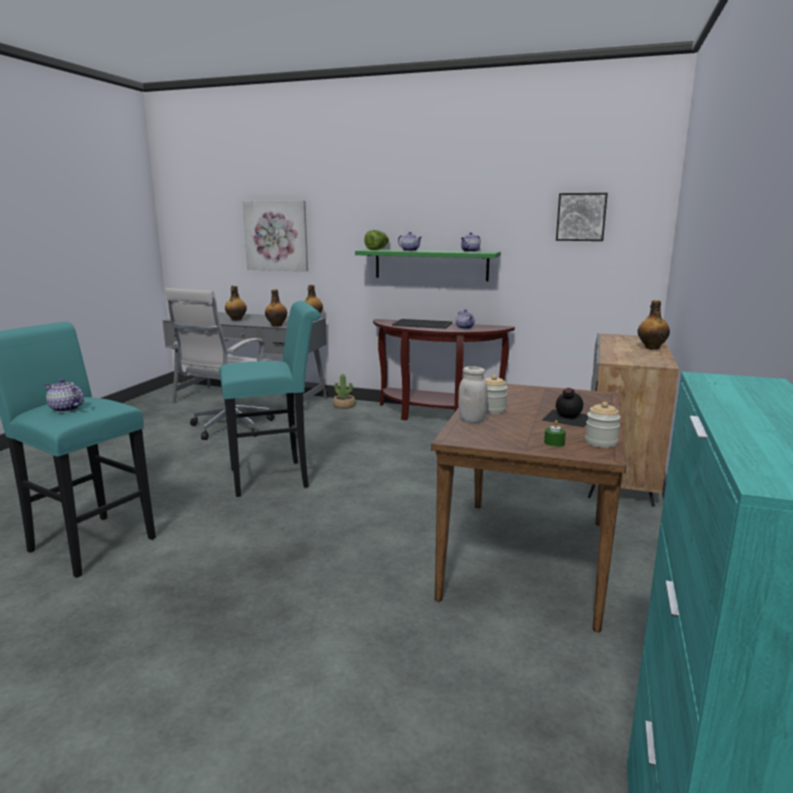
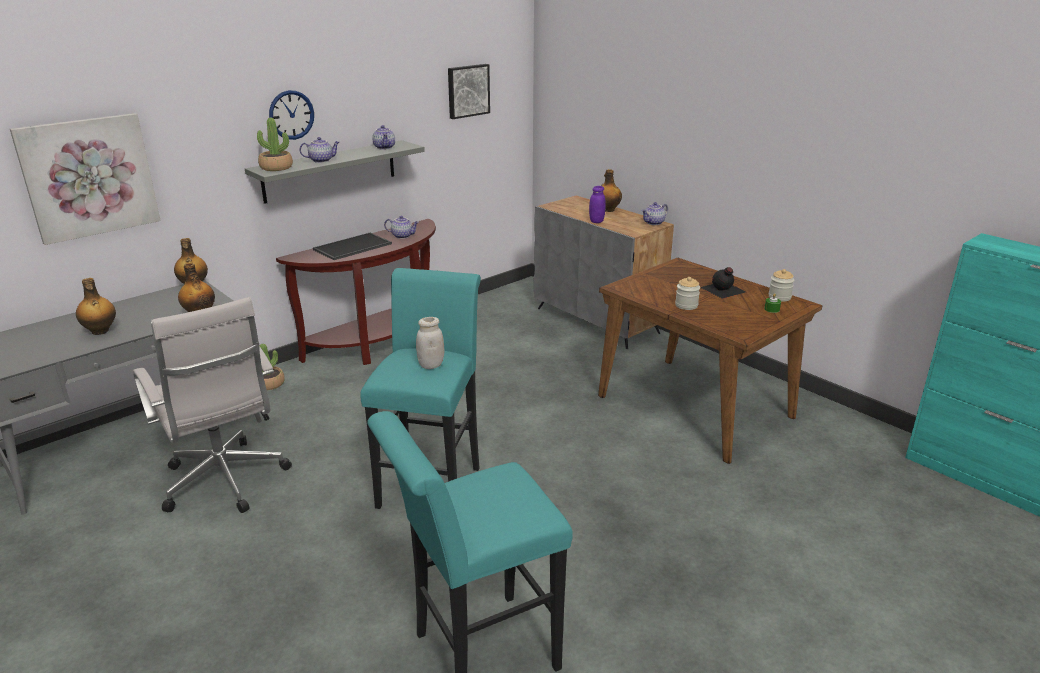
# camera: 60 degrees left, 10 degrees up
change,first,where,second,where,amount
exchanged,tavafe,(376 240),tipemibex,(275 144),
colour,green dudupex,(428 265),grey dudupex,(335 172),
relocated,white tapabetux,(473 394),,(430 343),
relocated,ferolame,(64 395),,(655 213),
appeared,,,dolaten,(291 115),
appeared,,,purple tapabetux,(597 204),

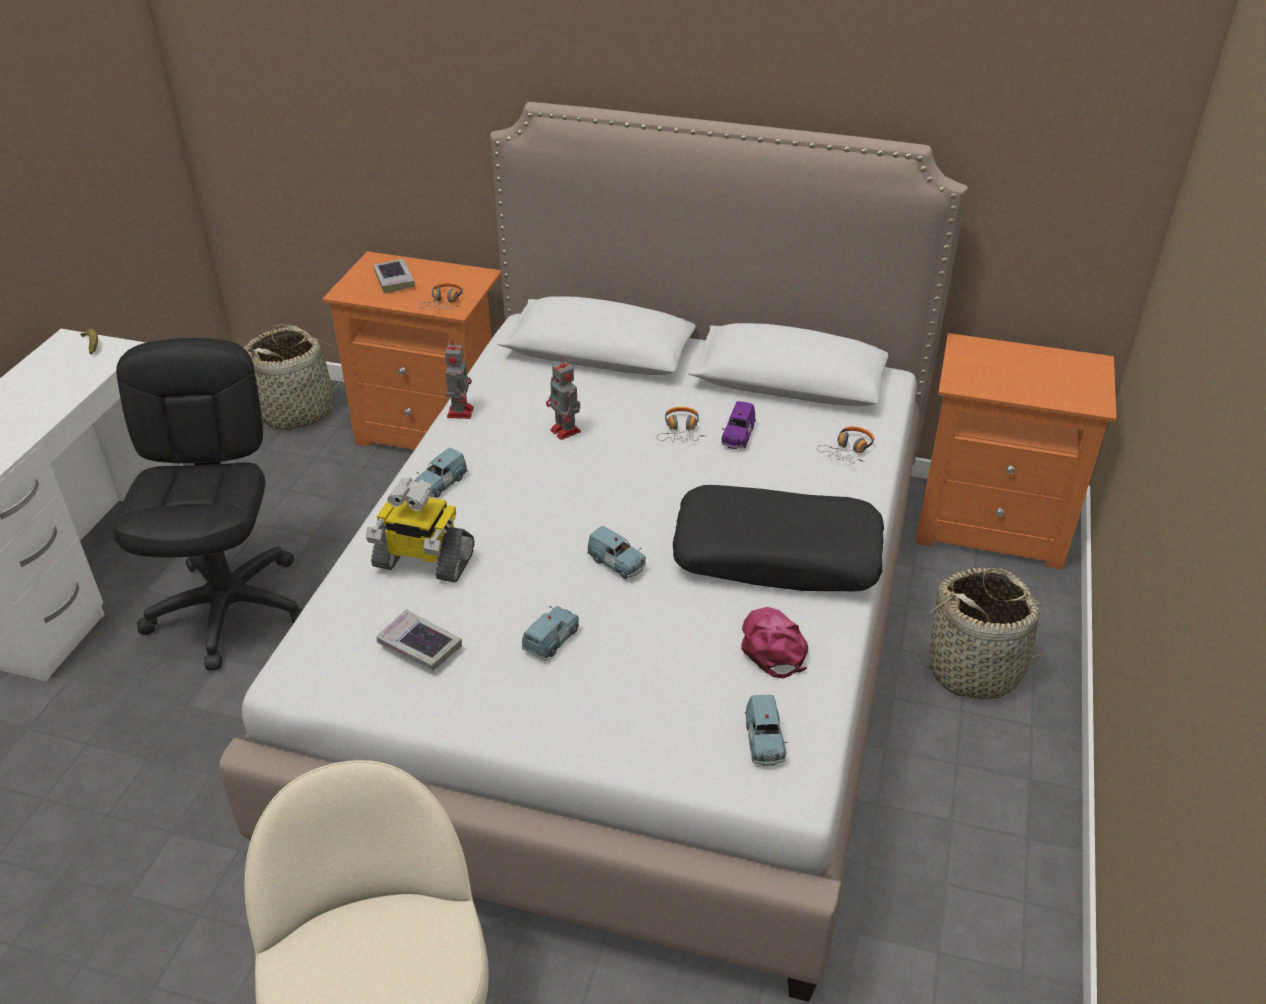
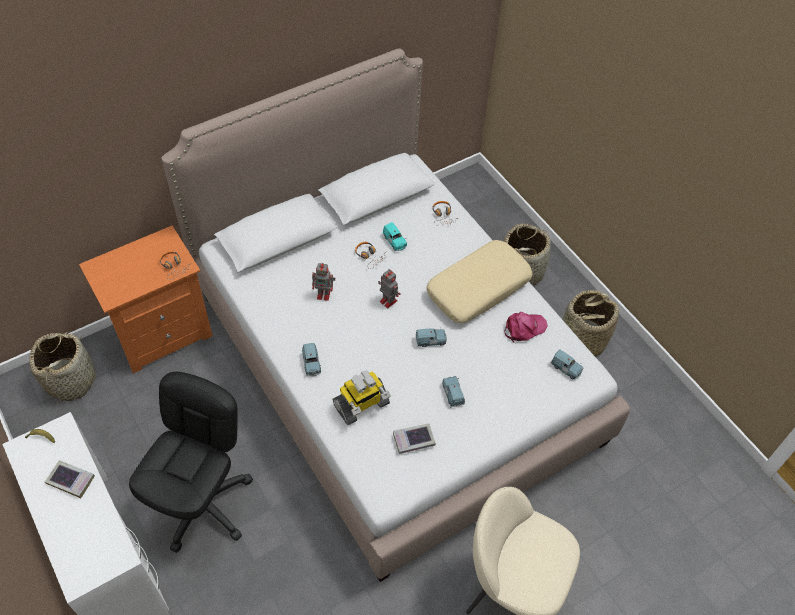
# camera: 50 degrees left, 15 degrees up
change,first,where,second,where,amount
relocated,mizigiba,(394 276),,(70 479),
missing,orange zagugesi,(1016 451),,,
spun,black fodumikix,(208 504),,(191 462),75 degrees clockwise
relocated,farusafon,(459 379),,(389 288),
colour,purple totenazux,(738 425),turquoise totenazux,(395 236),
colour,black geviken,(778 538),beige geviken,(479 281),
spun,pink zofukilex,(774 643),,(526 327),120 degrees clockwise
appeared,,,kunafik,(590 323),

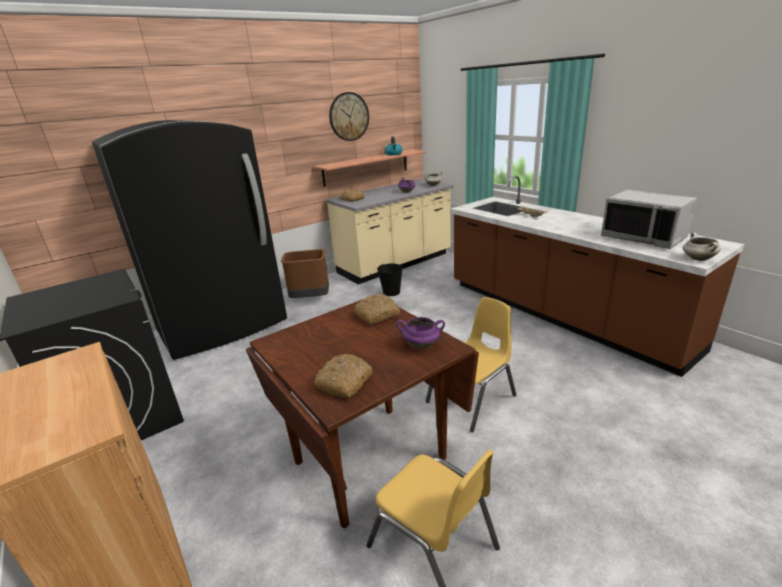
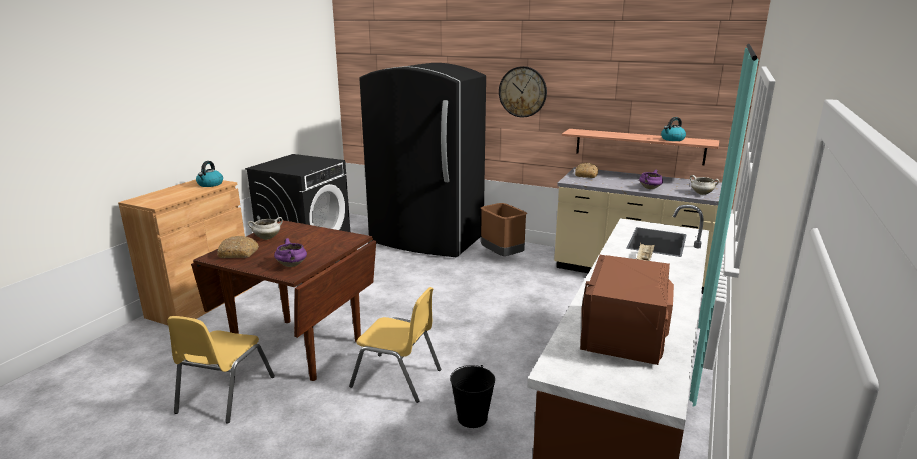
# camera: 60 degrees right, 5 degrees down
change,first,where,second,where,amount
relocated,dolaten,(349 116),,(523 91),
colour,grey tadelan,(649 219),brown tadelan,(627 310),
relocated,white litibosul,(702 247),,(265 228),
relocated,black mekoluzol,(390 280),,(472 396),
missing,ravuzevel,(377 309),,,
appeared,,,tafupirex,(209 174),

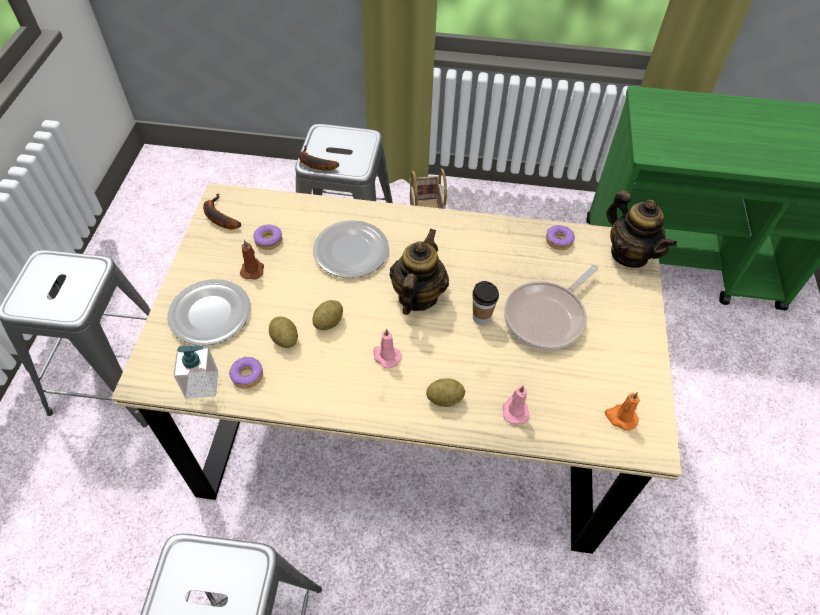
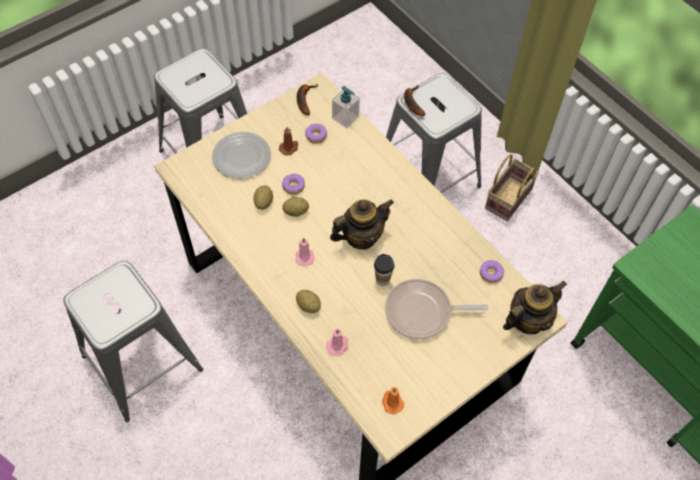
# camera: 45 degrees right, 5 degrees up
change,first,where,second,where,amount
spun,ferolame,(642 229),,(535 307),135 degrees counterclockwise
missing,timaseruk,(351 249),,,
relocated,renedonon,(195 372),,(346 107),
relocated,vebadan,(246 372),,(293 184),

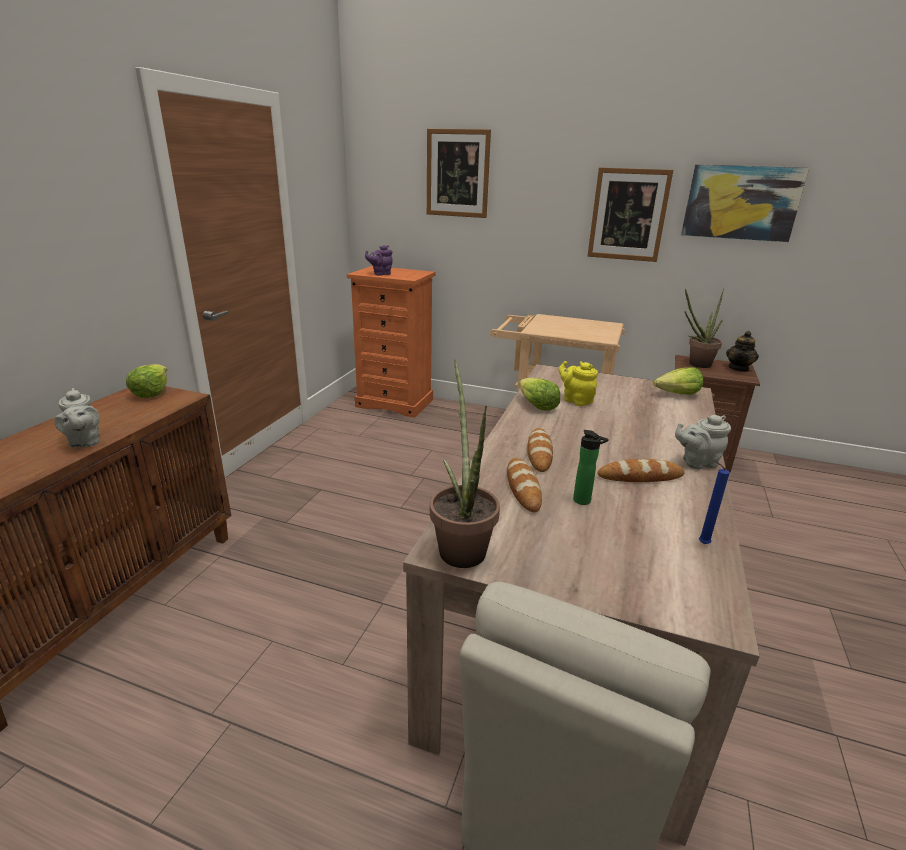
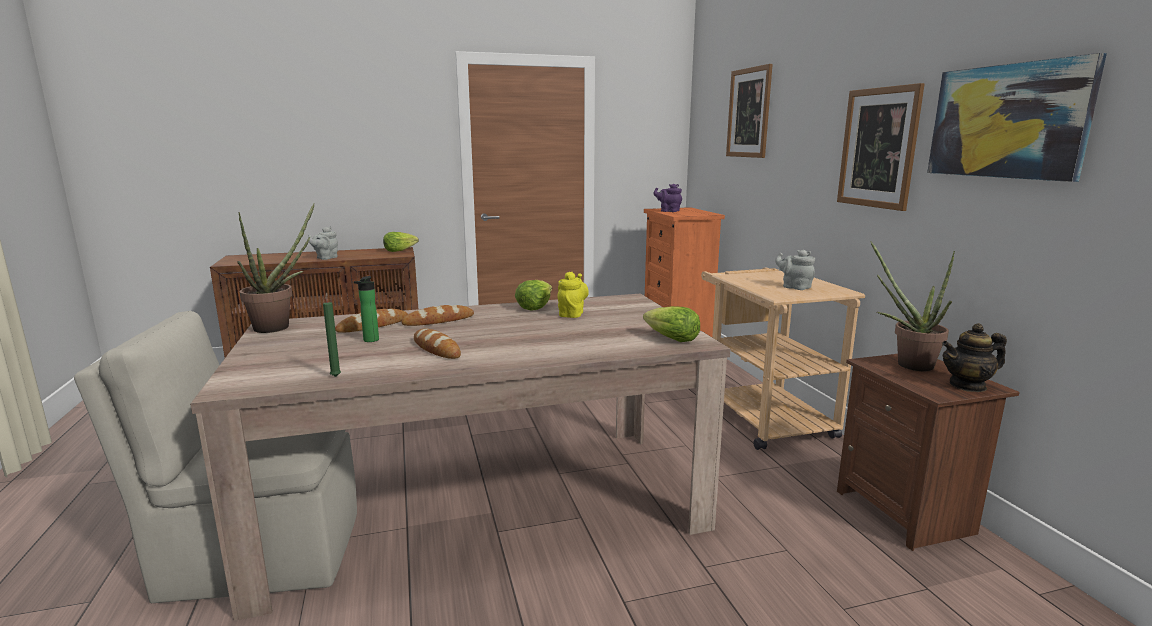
# camera: 55 degrees right, 10 degrees down
change,first,where,second,where,amount
relocated,grey ferolame,(703 442),,(795 270),
colour,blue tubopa,(714 502),green tubopa,(332 335),

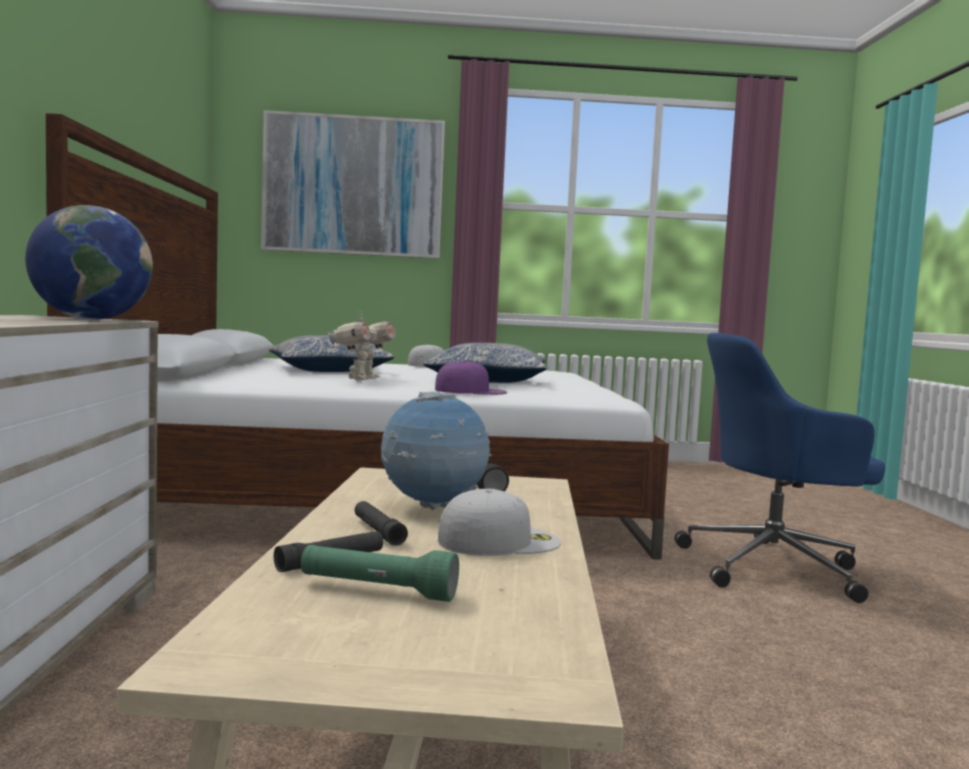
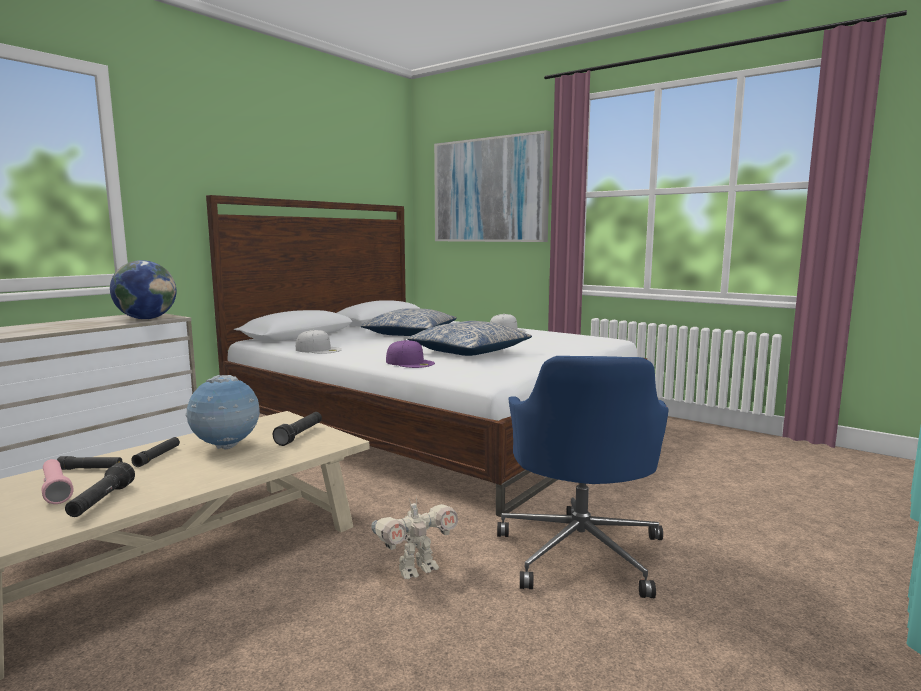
# camera: 40 degrees right, 5 degrees up
change,first,where,second,where,amount
relocated,farusafon,(362 345),,(415 538),
spun,blue fodumikix,(779 468),,(583 477),120 degrees counterclockwise
relocated,white zofukilex,(499 522),,(319 342),
colour,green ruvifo,(380 573),pink ruvifo,(58 481),
appeared,,,black ruvifo,(100 489),

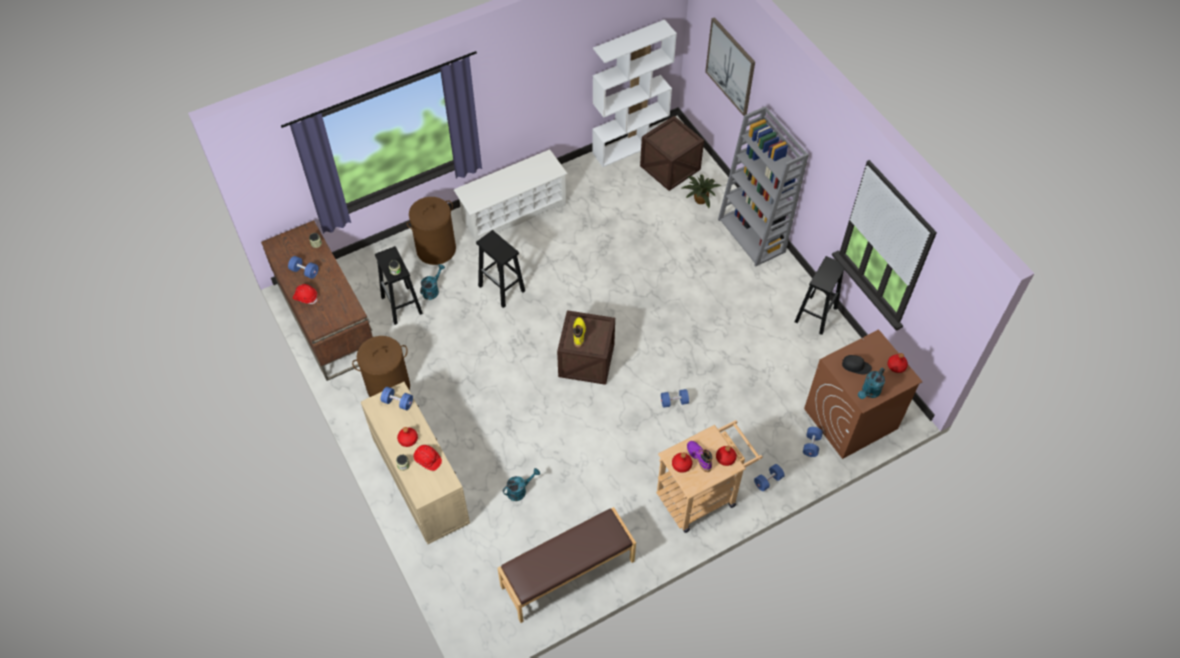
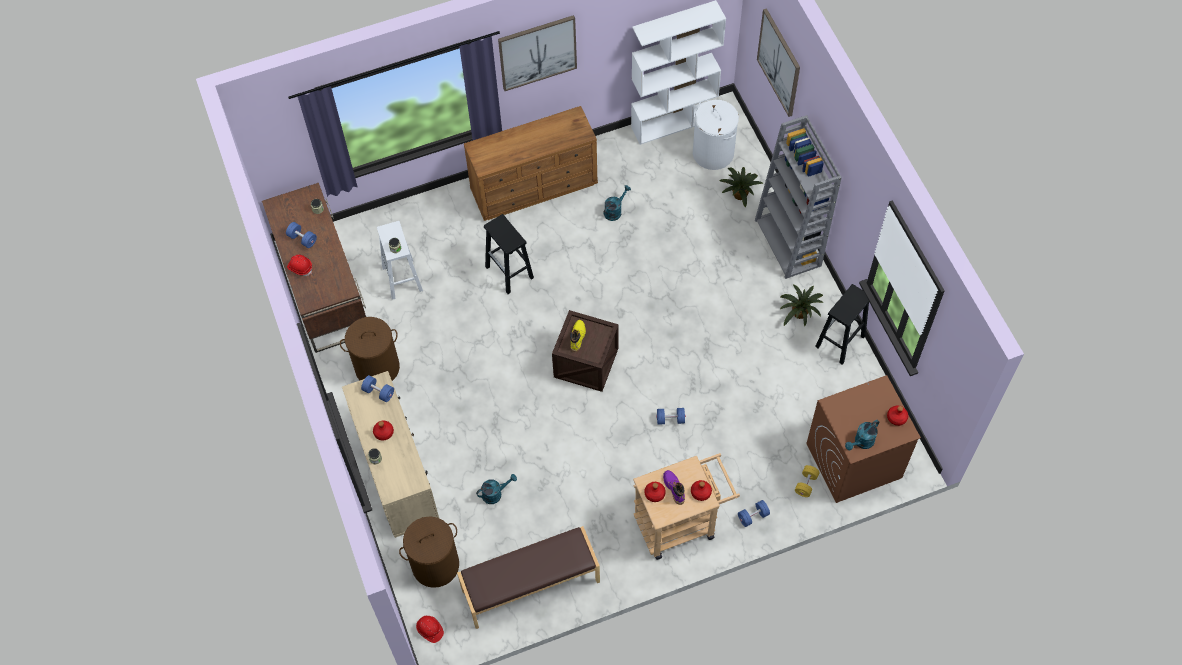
# camera: 10 degrees right, 5 degrees up
change,first,where,second,where,amount
exchanged,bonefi,(672 153),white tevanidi,(716 134),
exchanged,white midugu,(511 197),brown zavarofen,(531 163),
relocated,brown tevanidi,(431 231),,(429 552),
colour,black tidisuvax,(399 285),white tidisuvax,(400 260),
relocated,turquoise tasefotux,(432 282),,(617 203),
missing,black zofukilex,(857 365),,,
colour,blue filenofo,(813 442),yellow filenofo,(807 481),
relocated,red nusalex,(428 458),,(430 629),
appeared,,,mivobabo,(537 53),
appeared,,,tipemibex,(802 305),

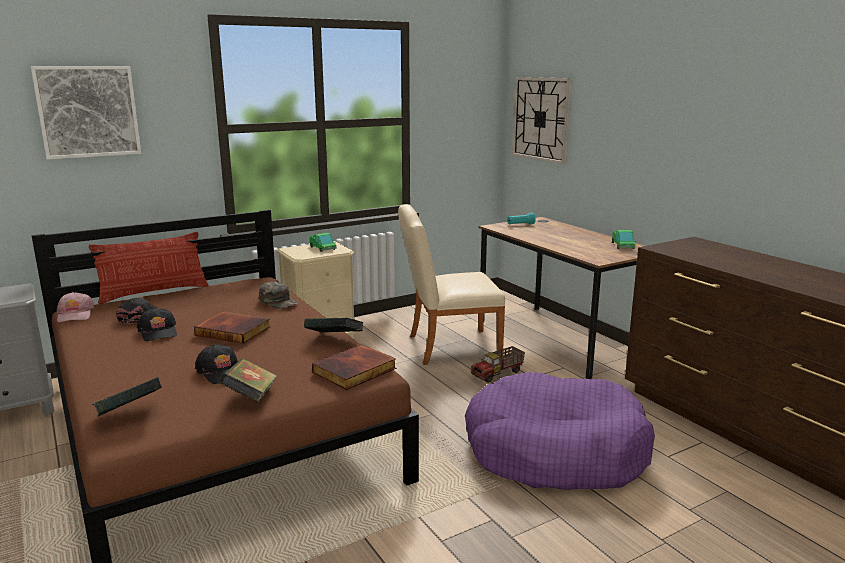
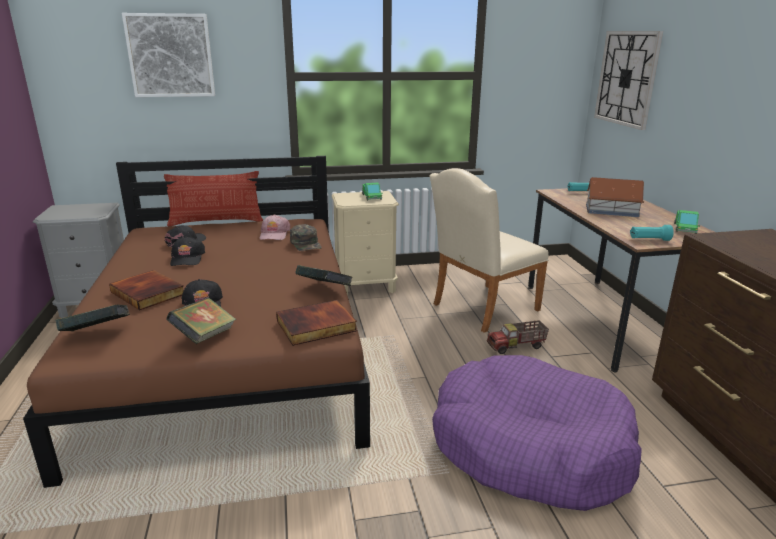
# camera: 20 degrees right, 5 degrees up
change,first,where,second,where,amount
spun,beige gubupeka,(452 284),,(489 250),45 degrees counterclockwise
relocated,pink zofukilex,(75 307),,(275 227),
relocated,mizigiba,(232 328),,(146 290),
appeared,,,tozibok,(615 197),
appeared,,,turquoise ruvifo,(652 233),

